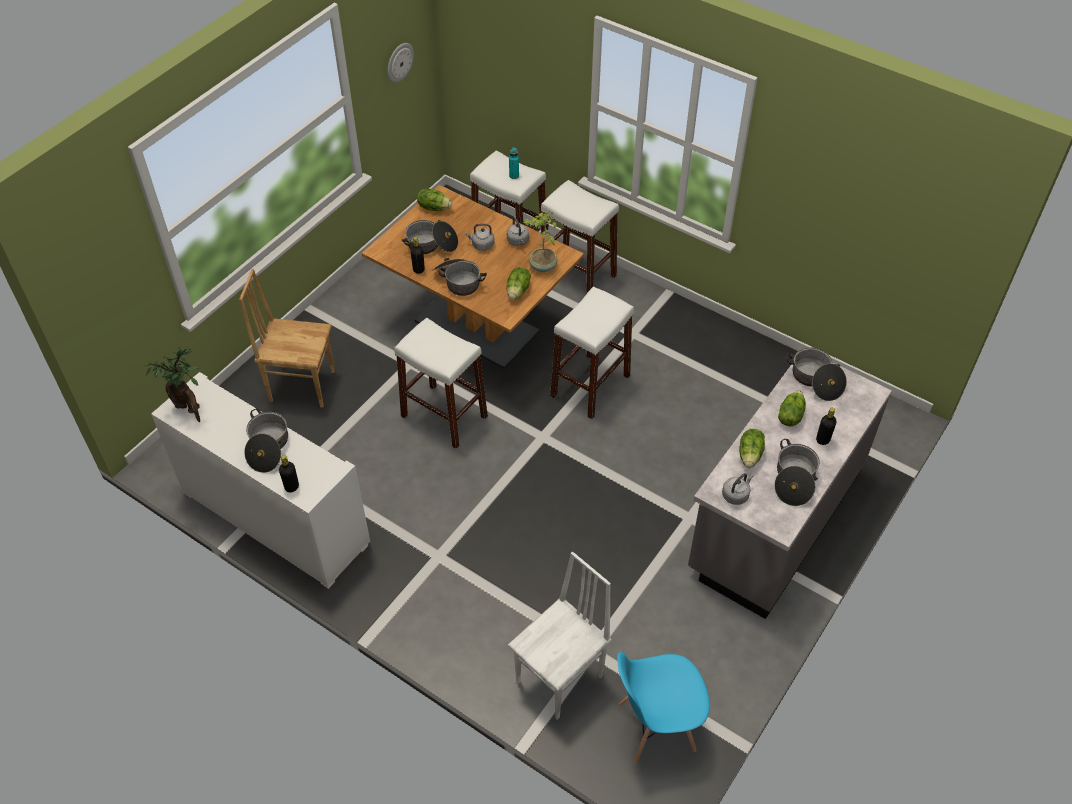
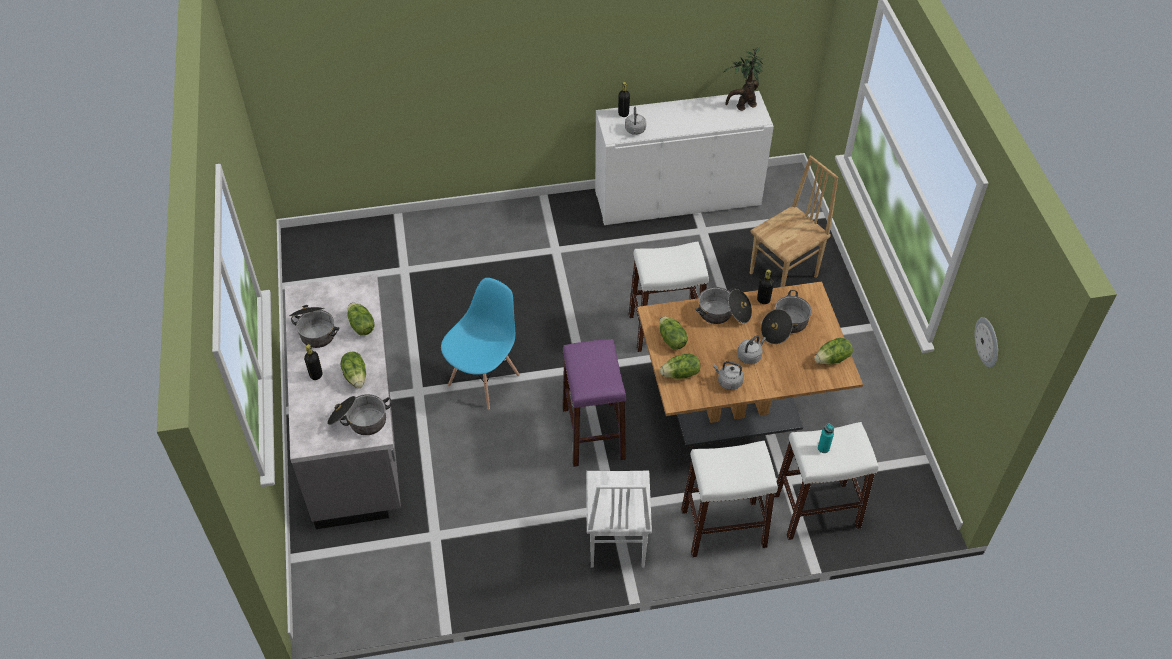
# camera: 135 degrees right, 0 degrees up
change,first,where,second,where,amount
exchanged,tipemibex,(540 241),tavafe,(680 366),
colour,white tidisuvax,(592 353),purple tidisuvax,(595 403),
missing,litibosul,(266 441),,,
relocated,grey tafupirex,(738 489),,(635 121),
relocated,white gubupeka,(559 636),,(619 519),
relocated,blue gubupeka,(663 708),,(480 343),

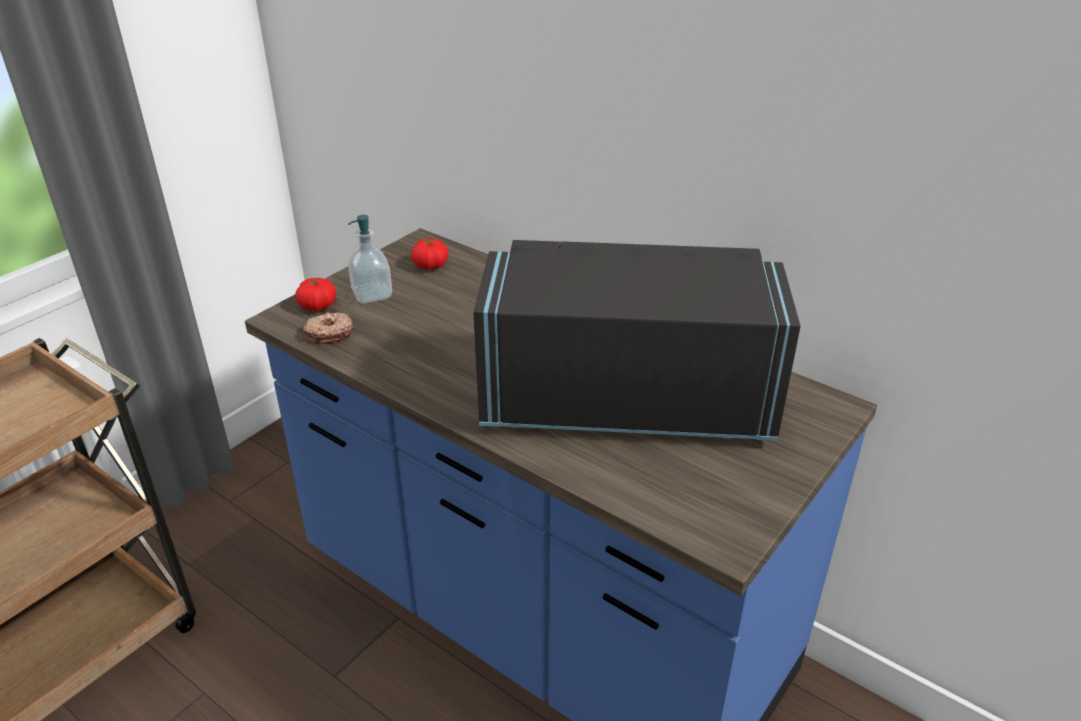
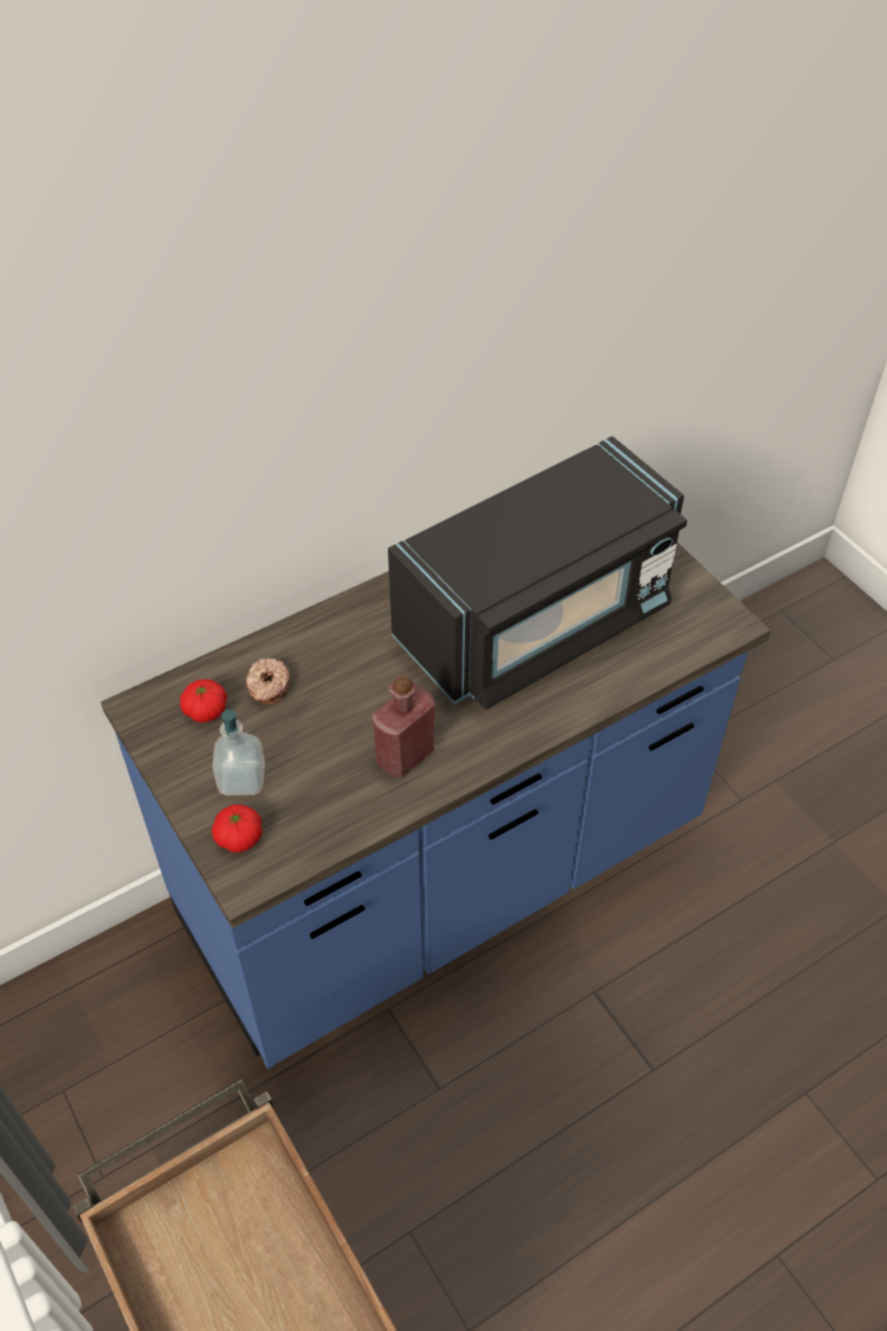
# camera: 70 degrees left, 15 degrees up
change,first,where,second,where,amount
spun,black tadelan,(637 340),,(537 573),150 degrees counterclockwise
relocated,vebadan,(328 328),,(268 681),
appeared,,,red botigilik,(403 726),

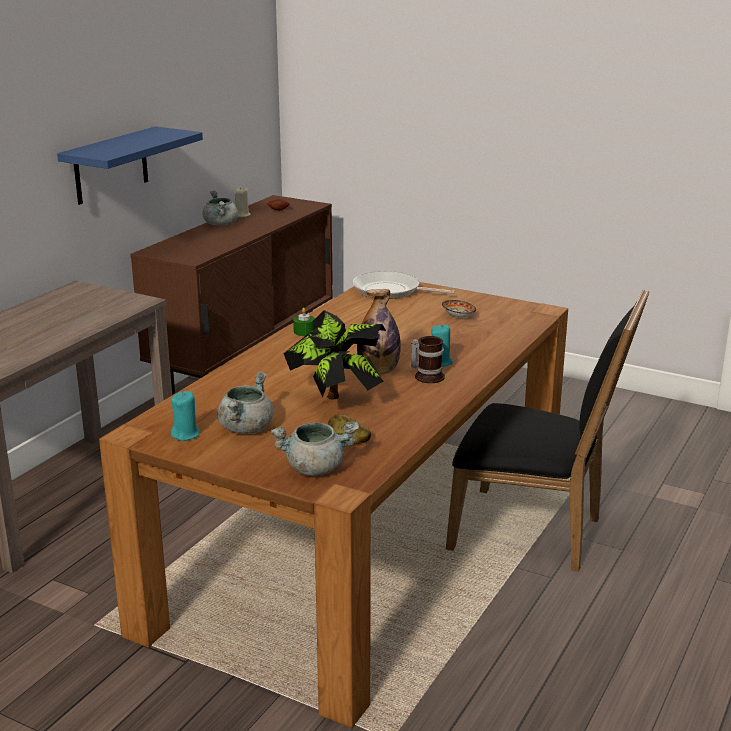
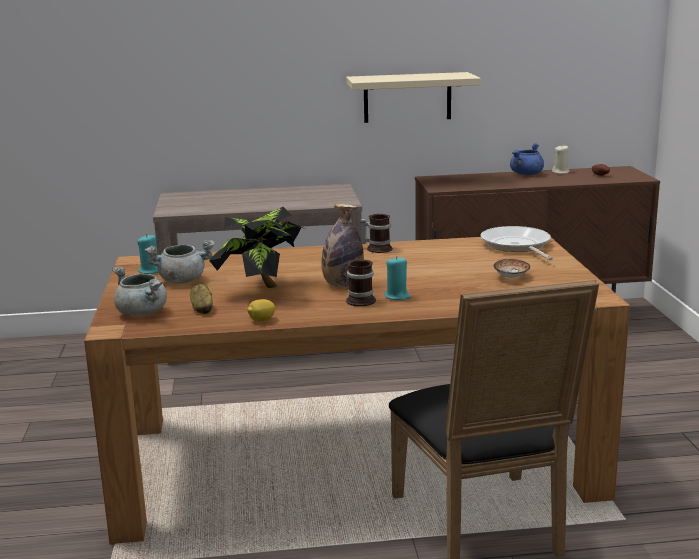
# camera: 55 degrees right, 5 degrees down
change,first,where,second,where,amount
colour,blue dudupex,(130 165),beige dudupex,(413 97),
colour,grey litibosul,(220 208),blue litibosul,(527 159),
exchanged,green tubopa,(304 322),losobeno,(376 233),
appeared,,,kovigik,(261 310),

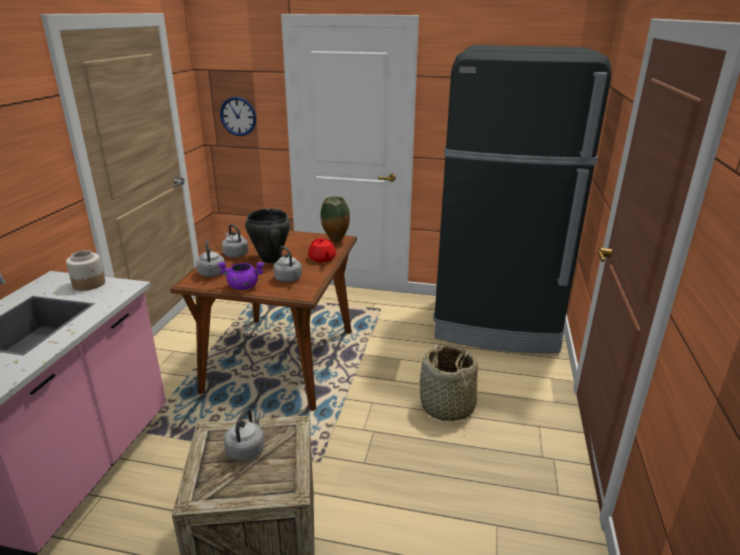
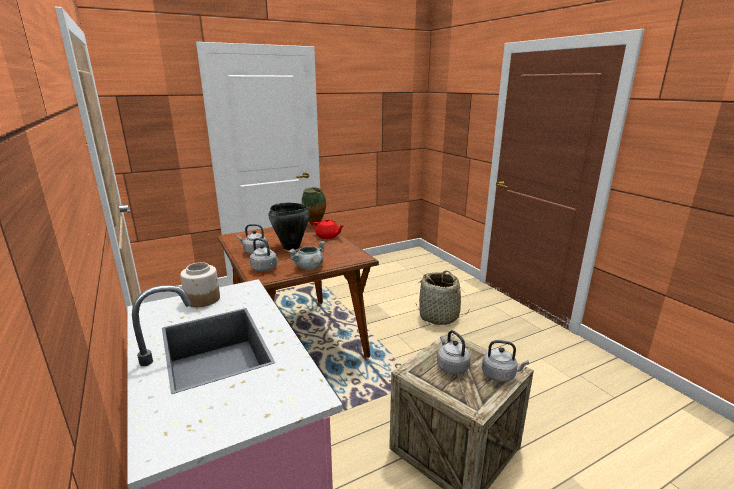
# camera: 40 degrees left, 5 degrees down
change,first,where,second,where,amount
missing,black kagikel,(522 199),,,
missing,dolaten,(238 116),,,
relocated,grey tafupirex,(287 264),,(505 361),
colour,purple litibosul,(240 276),grey litibosul,(306 255),

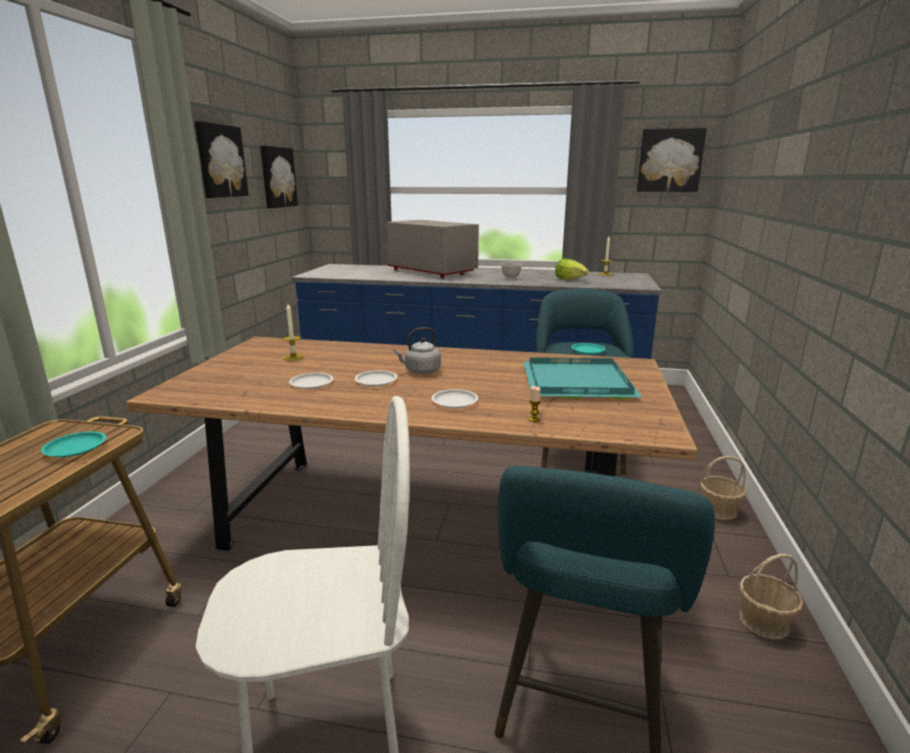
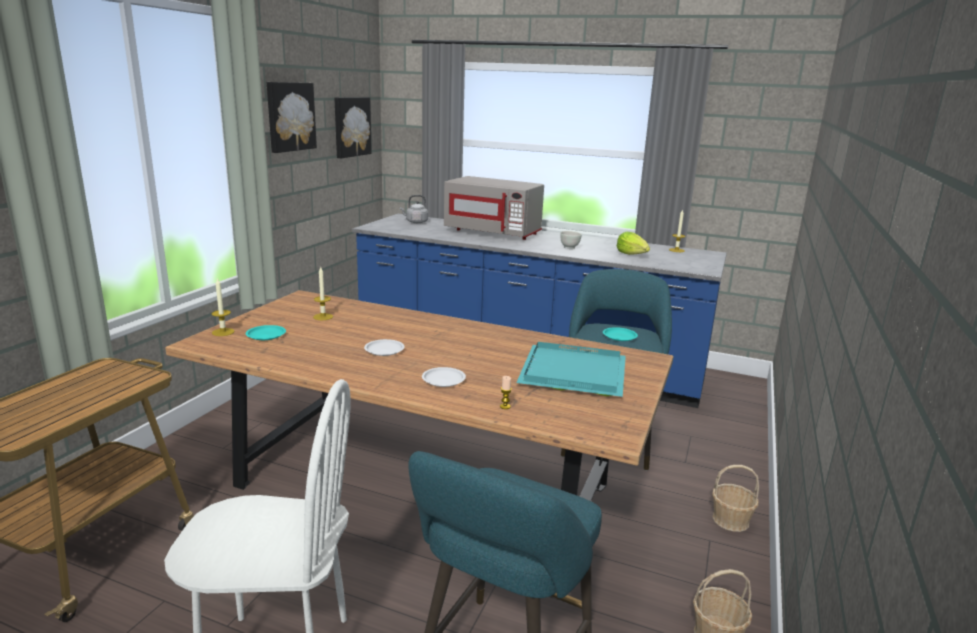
# camera: 10 degrees right, 0 degrees up
change,first,where,second,where,amount
missing,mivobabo,(672 160),,,
spun,grey tadelan,(433 249),,(494 208),150 degrees clockwise
relocated,grey tafupirex,(417 350),,(414 209),
missing,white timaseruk,(311 381),,,
relocated,turquoise timaseruk,(73 444),,(266 332),
appeared,,,tubopa,(223 307),

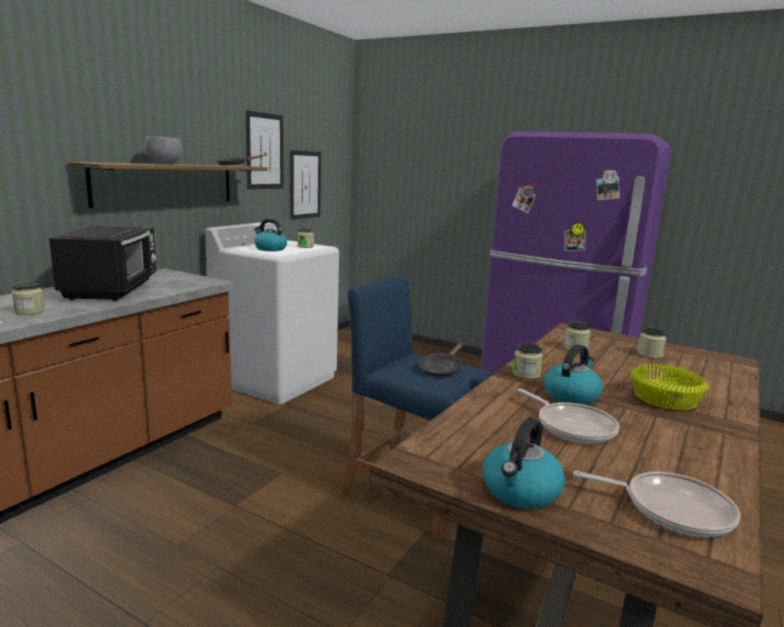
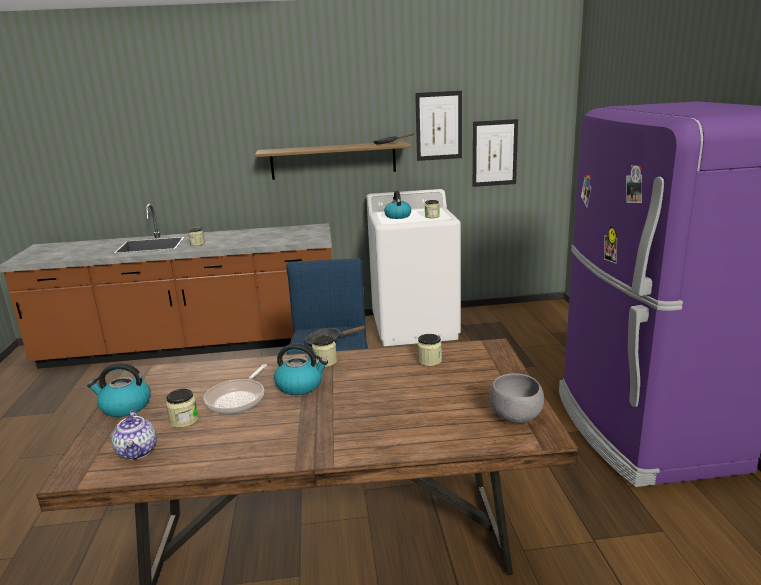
# camera: 55 degrees right, 5 degrees up
change,first,where,second,where,amount
relocated,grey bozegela,(163 150),,(517 398),
missing,black tadelan,(102 263),,,
relocated,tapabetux,(651 342),,(182 408),
missing,yellow bozegela,(670 387),,,
exchanged,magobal,(656 504),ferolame,(134 435),

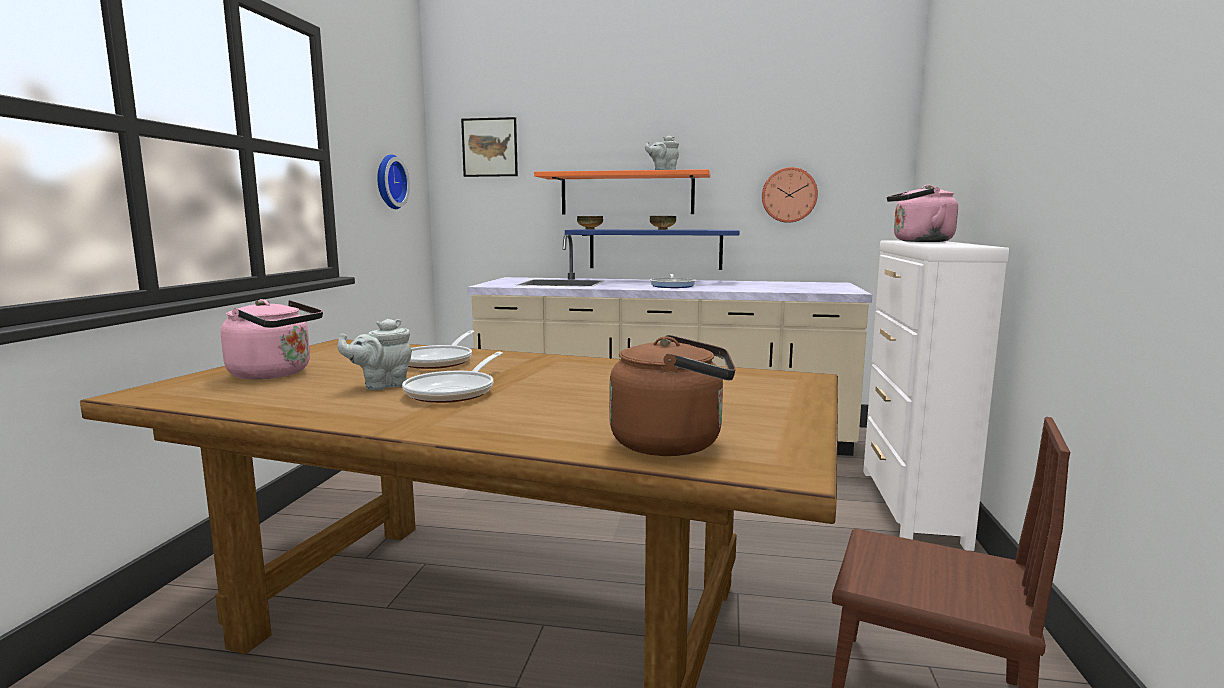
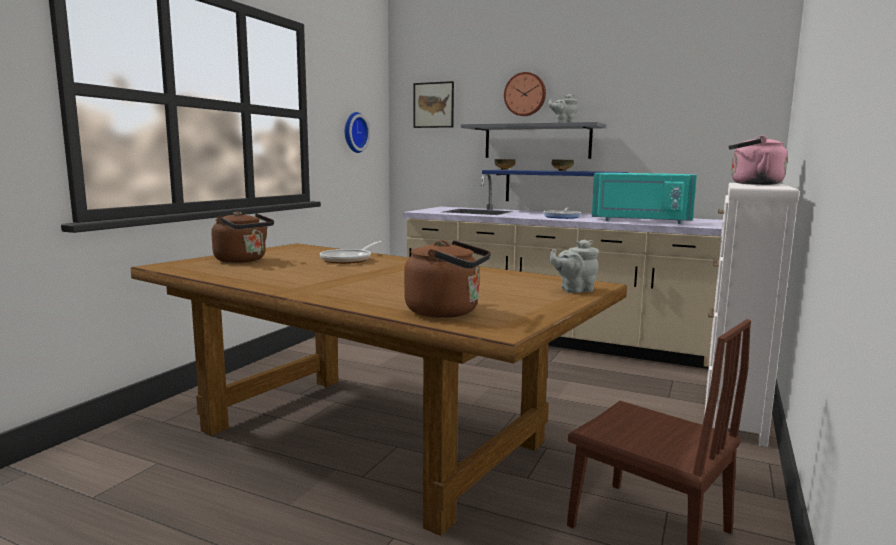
# camera: 15 degrees right, 0 degrees up
change,first,where,second,where,amount
relocated,dolaten,(790 195),,(525 94),
colour,orange dudupex,(622 191),grey dudupex,(533 140),
colour,pink tafupirex,(272 339),brown tafupirex,(242 237),
relocated,grey ferolame,(374 354),,(574 266),
missing,magobal,(452 377),,,
appeared,,,turquoise tadelan,(644 198),

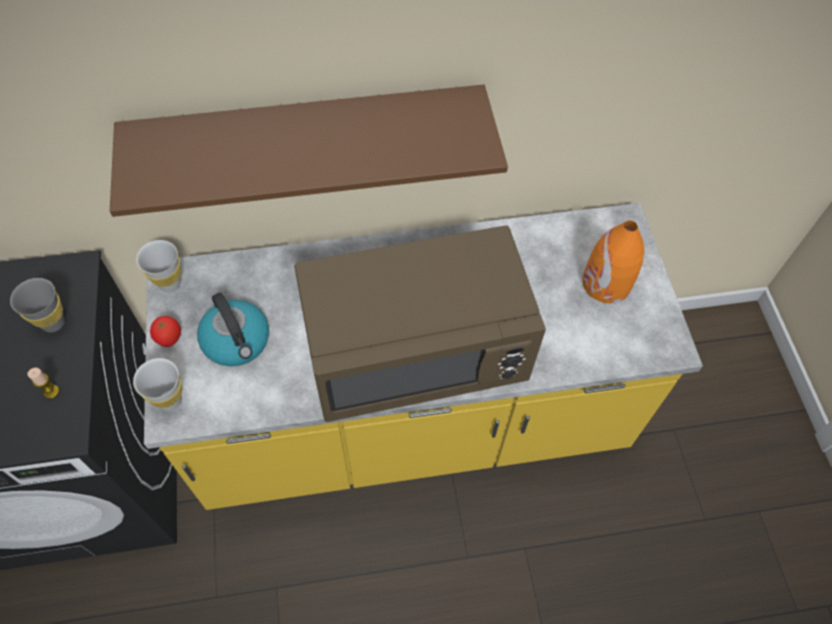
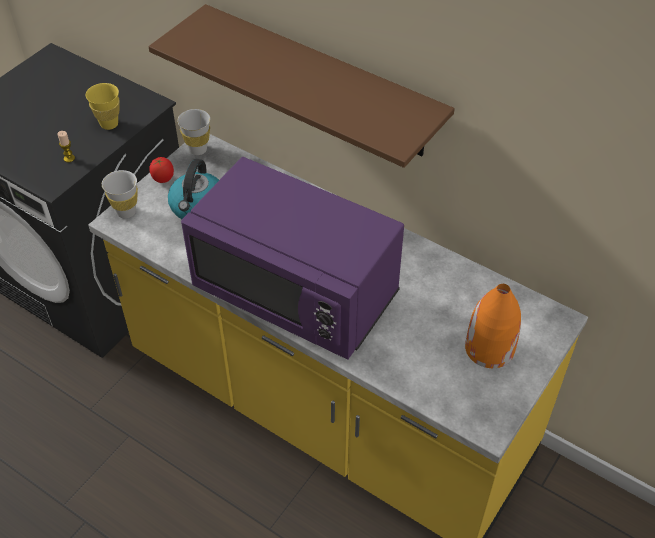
# camera: 45 degrees right, 10 degrees down
change,first,where,second,where,amount
colour,brown tadelan,(420 323),purple tadelan,(292 258),
colour,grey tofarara,(37 305),yellow tofarara,(103 106),

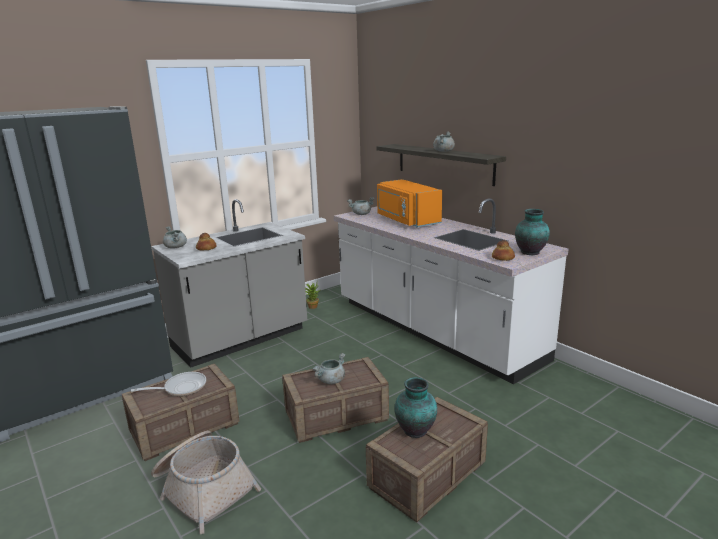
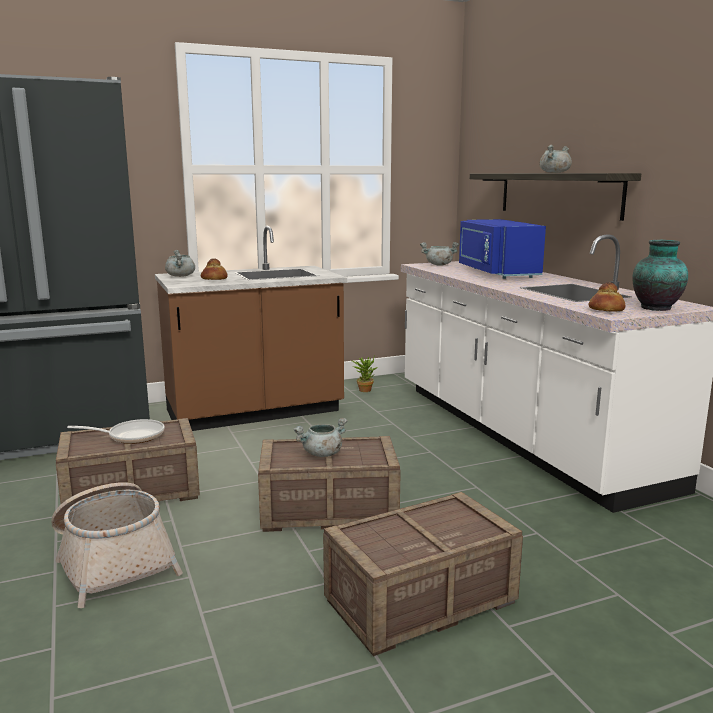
# camera: 15 degrees right, 5 degrees down
change,first,where,second,where,amount
colour,orange tadelan,(409 203),blue tadelan,(502 249),
colour,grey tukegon,(229 283),brown tukegon,(251 328),
missing,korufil,(415 407),,,

